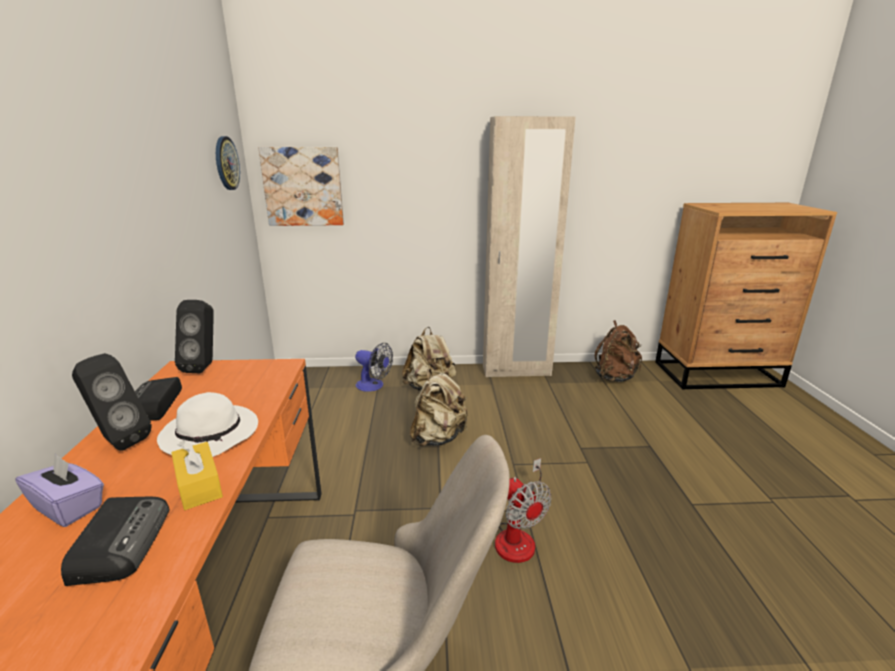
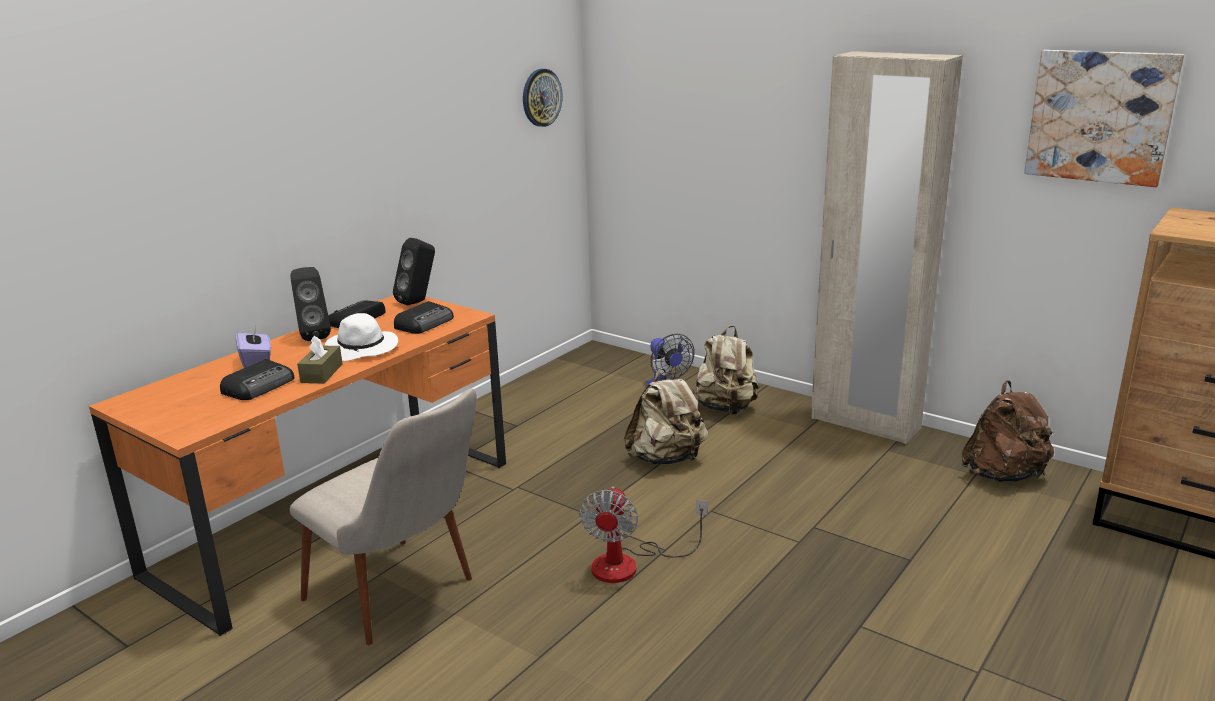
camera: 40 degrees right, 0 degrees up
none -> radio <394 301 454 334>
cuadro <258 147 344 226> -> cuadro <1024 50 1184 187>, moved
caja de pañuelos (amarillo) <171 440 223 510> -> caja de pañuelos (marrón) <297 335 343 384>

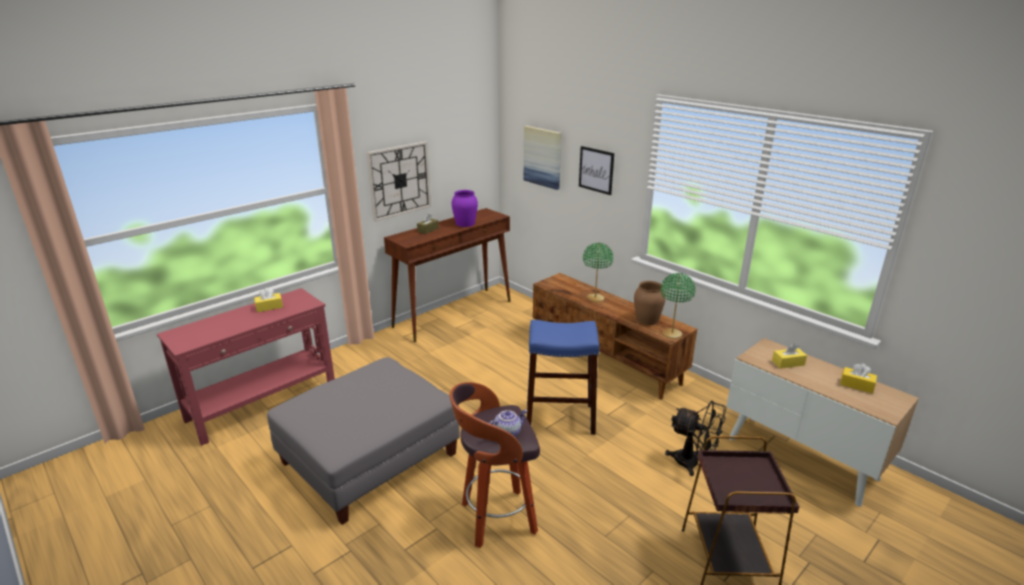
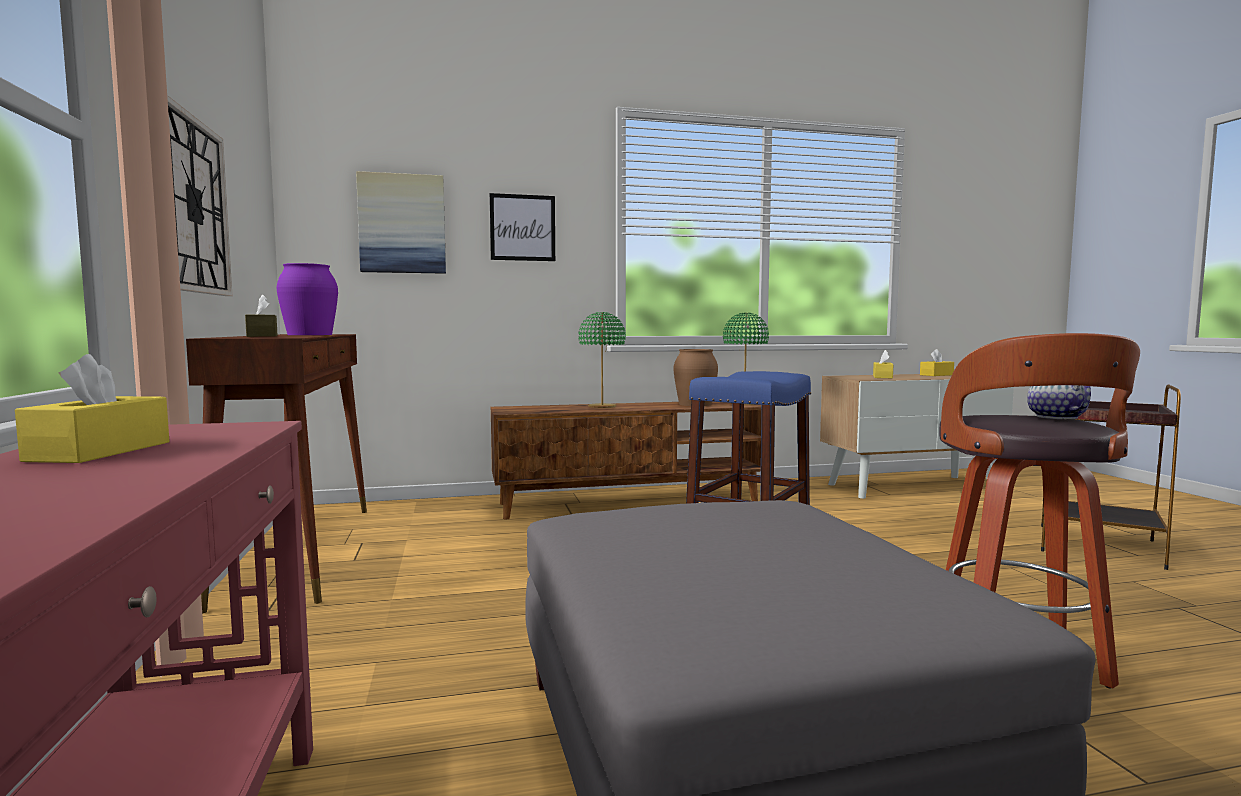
camera: 60 degrees left, 20 degrees down
ventilador (negro) <665 401 726 476> -> none

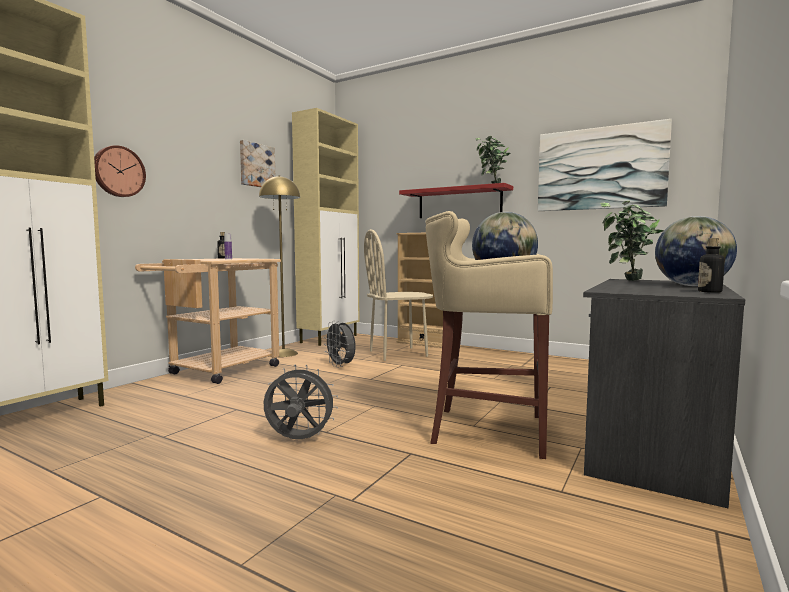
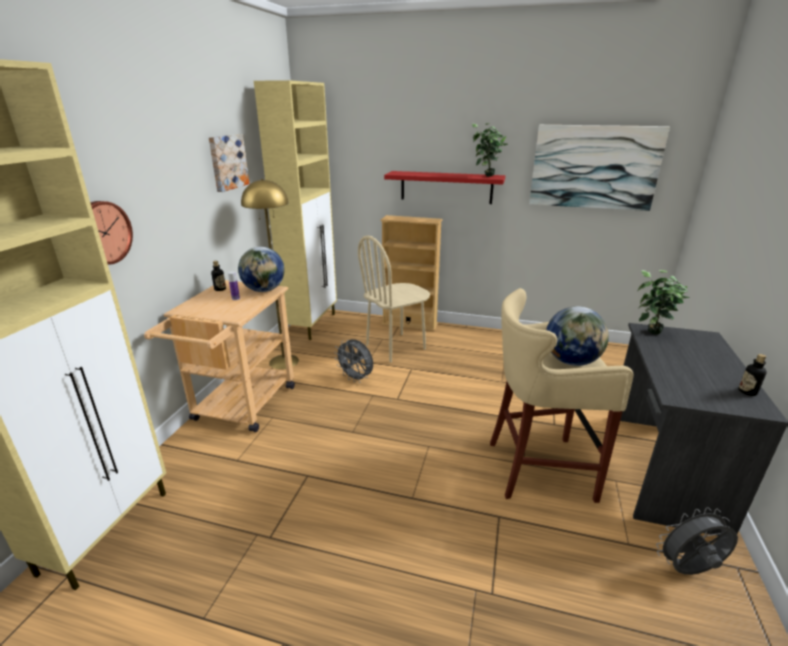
camera: 15 degrees left, 20 degrees up
ventilador (gris) <264 365 338 439> -> ventilador (gris) <656 507 738 575>, moved
globo terráqueo <655 216 737 286> -> globo terráqueo <238 247 285 292>, moved

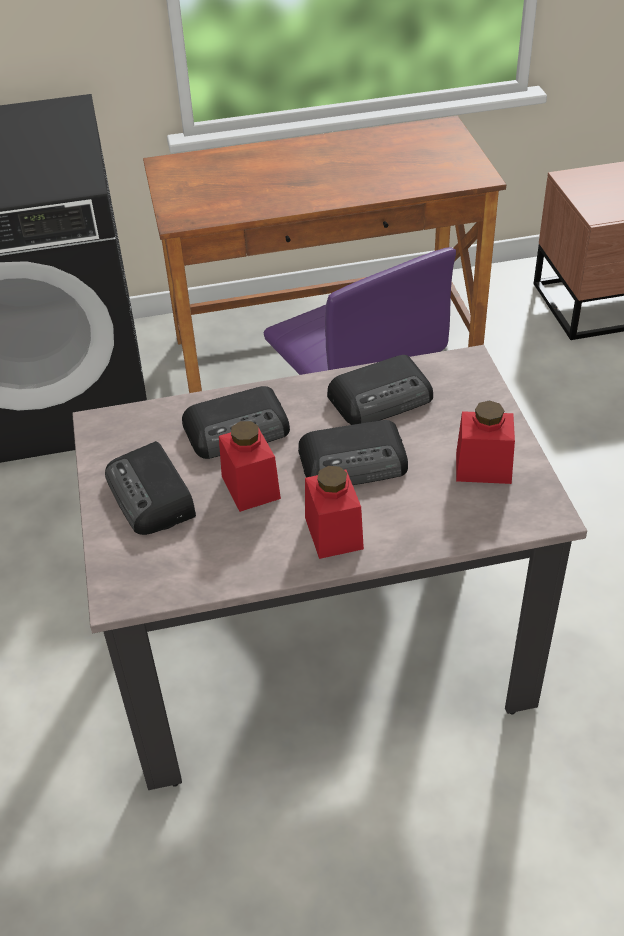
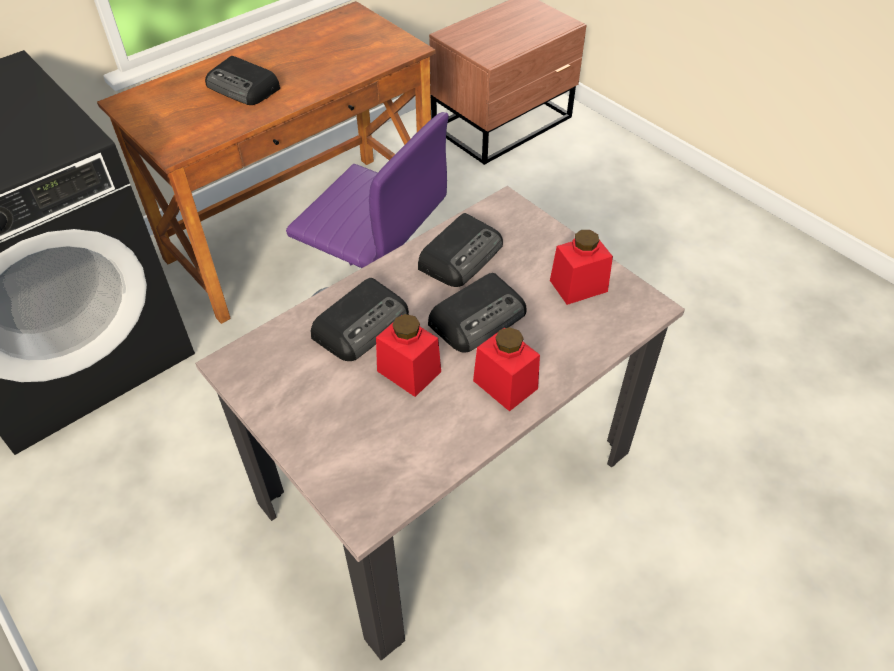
camera: 30 degrees left, 5 degrees up
radio <105 441 196 535> -> radio <205 56 280 105>, moved

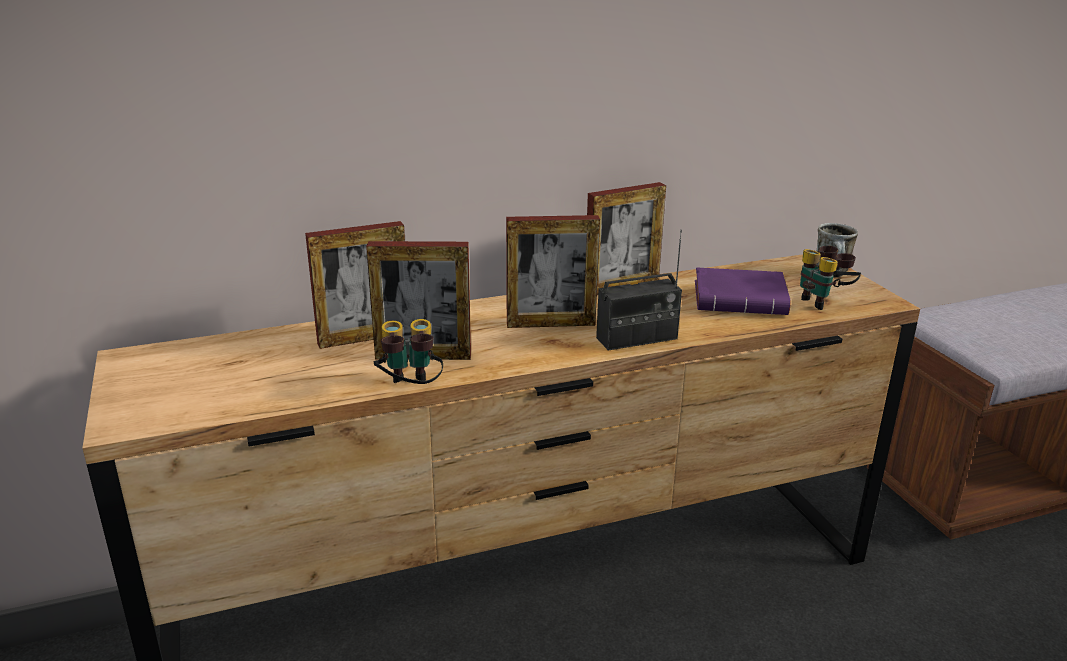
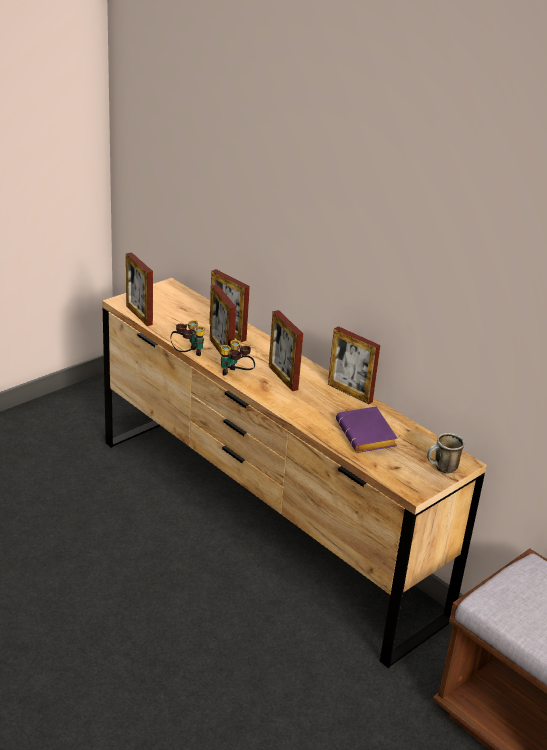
camera: 65 degrees right, 5 degrees up
radio <596 230 682 350> -> none
none -> portarretratos <126 252 153 326>
prismáticos <800 246 861 310> -> prismáticos <221 340 255 376>, moved

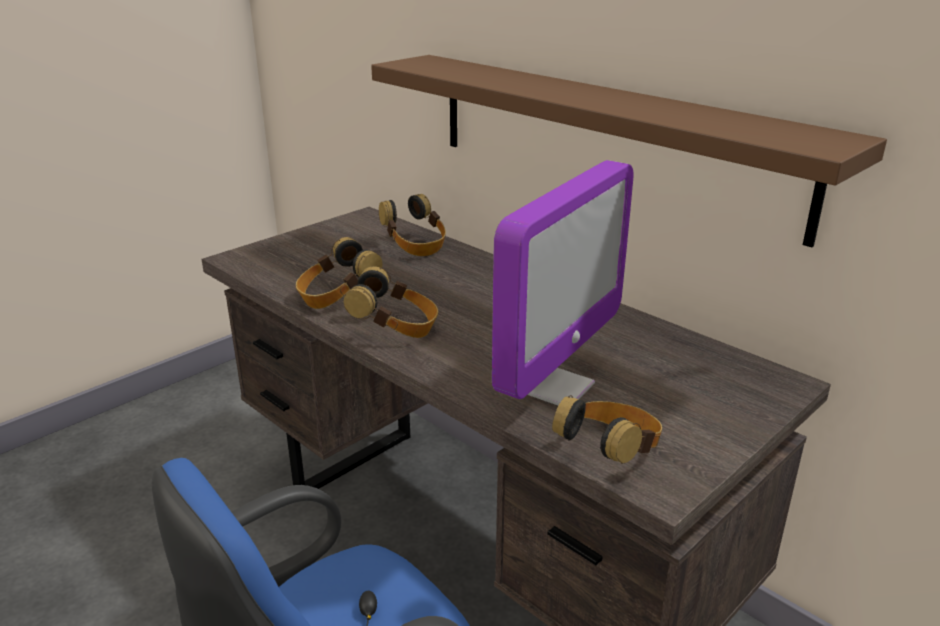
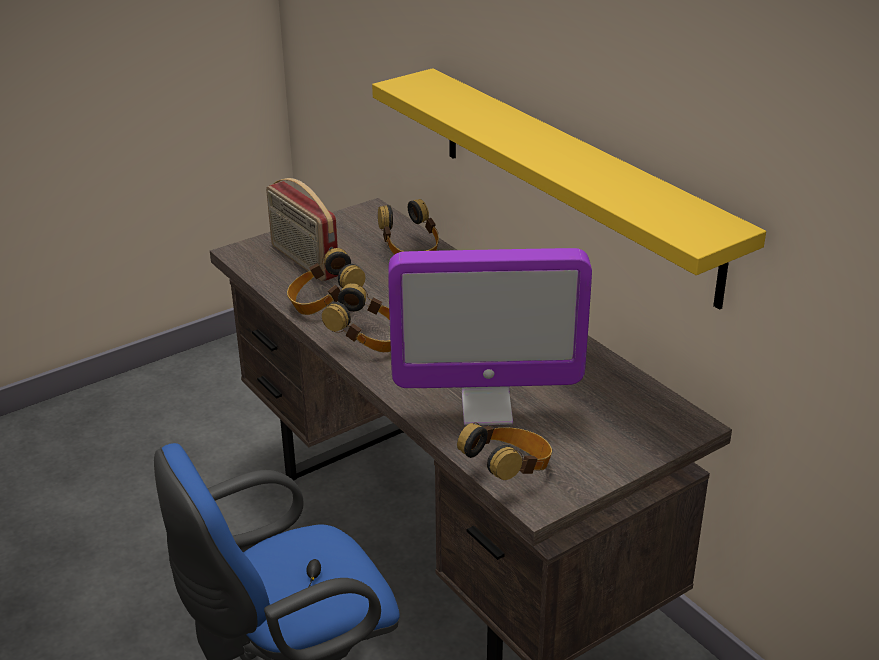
camera: 10 degrees right, 5 degrees up
none -> radio <266 178 338 281>
estante (marrón) <371 55 887 247> -> estante (amarillo) <372 68 766 310>
monitor <492 160 634 406> -> monitor <388 248 592 426>, 45 degrees clockwise

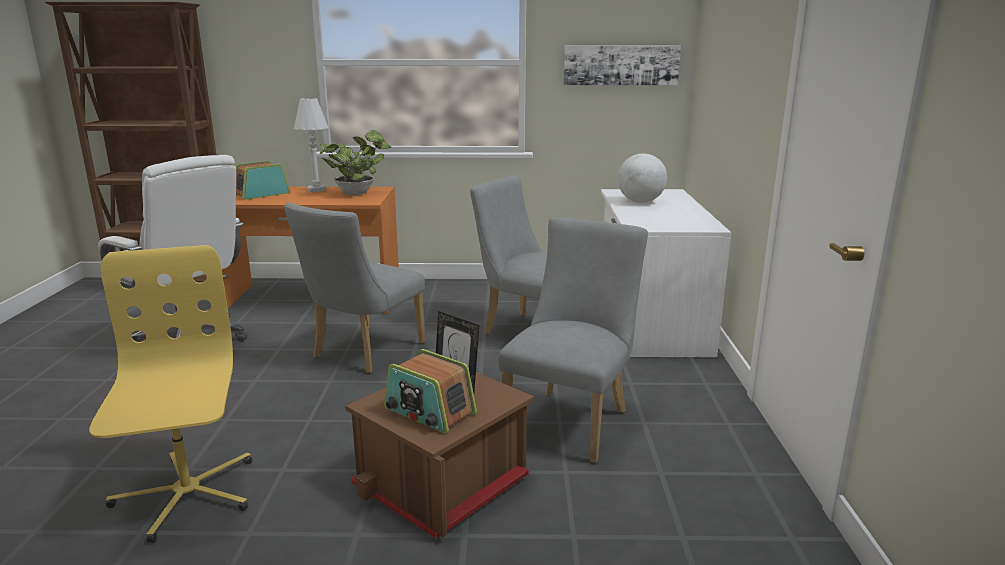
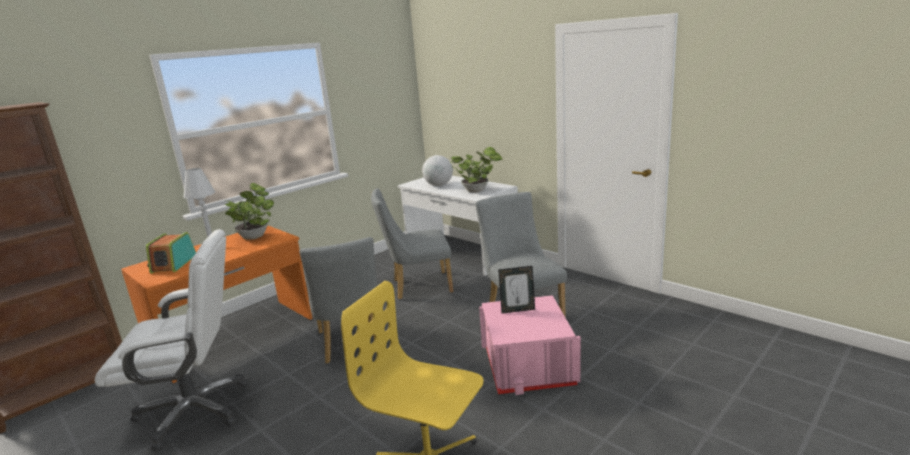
camera: 45 degrees left, 0 degrees up
radio <384 349 477 434> -> none
cuadro <563 45 681 85> -> none
none -> planta en maceta <450 147 502 193>
caja de almacenaje (marrón) <345 372 534 538> -> caja de almacenaje (rosa) <479 295 581 395>

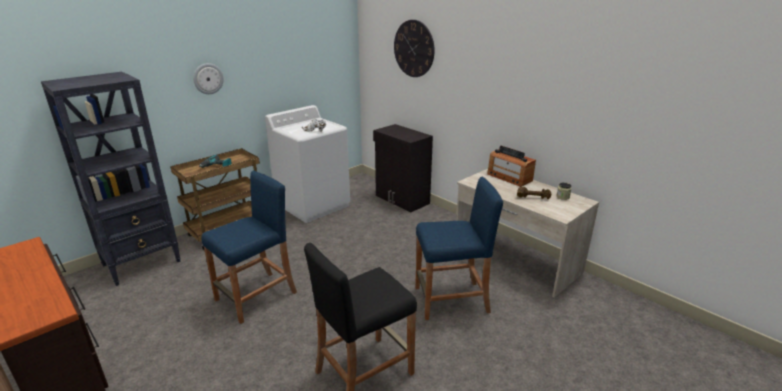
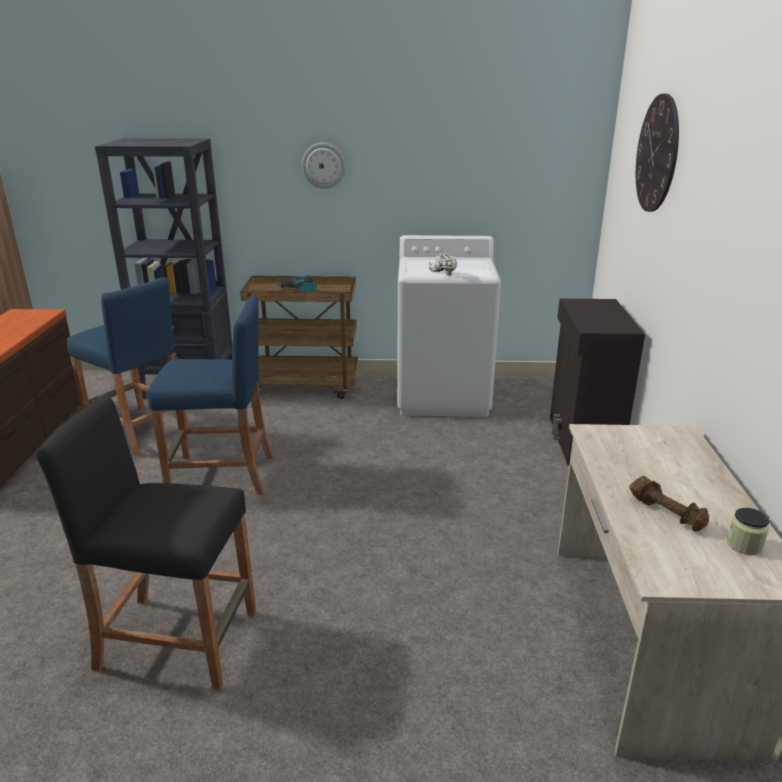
camera: 45 degrees right, 0 degrees up
radio <488 146 536 187> -> none
taburete (azul) <415 177 503 320> -> taburete (azul) <67 277 190 457>, moved

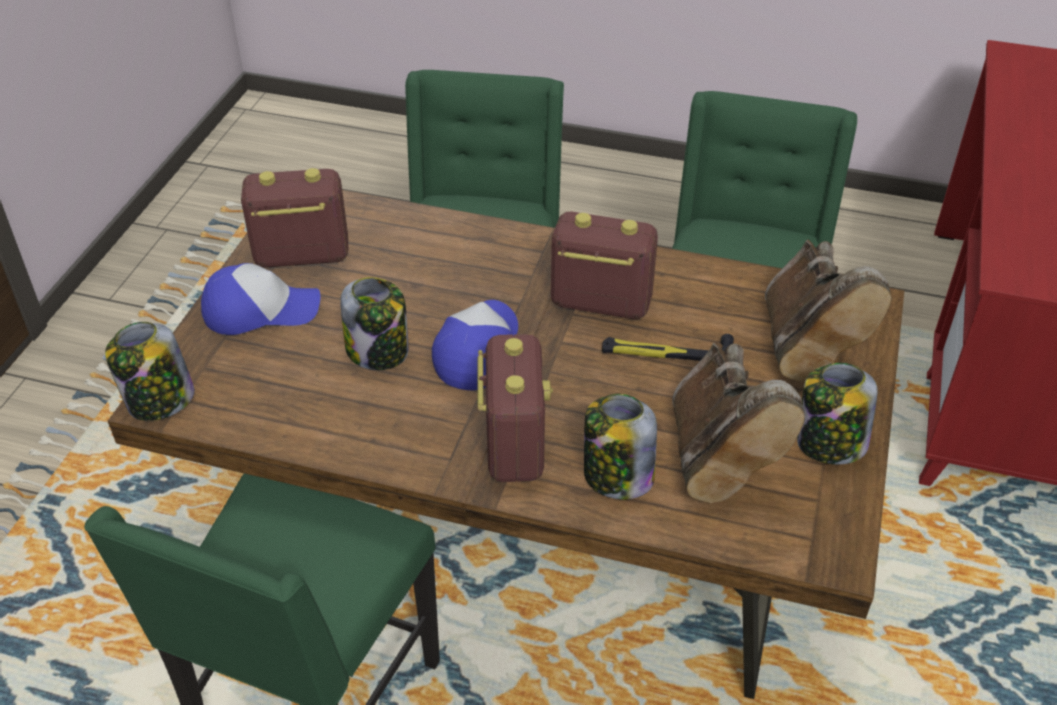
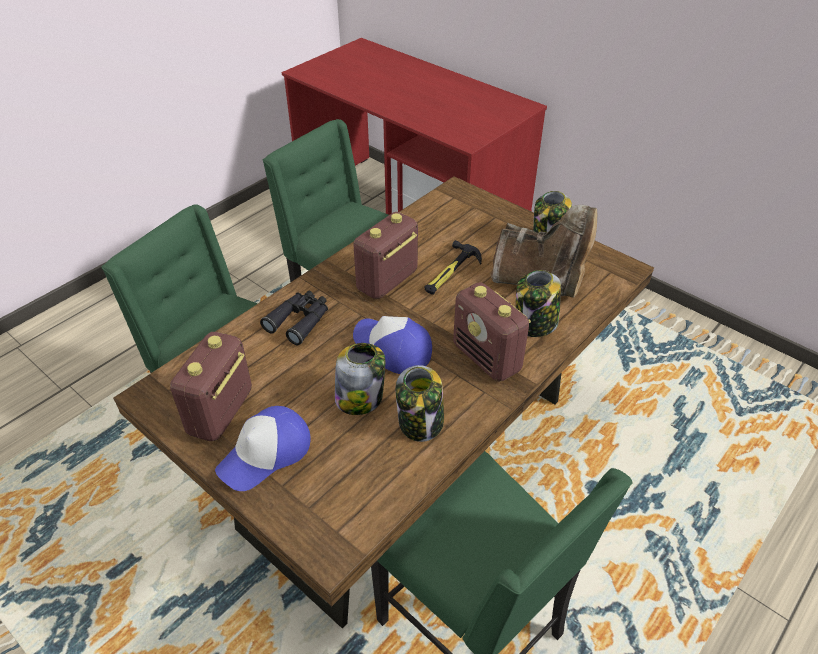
camera: 65 degrees left, 0 degrees up
bota (marrón) <765 240 892 381> -> none
none -> prismáticos (negro) <260 291 328 345>
tarro <105 322 195 421> -> tarro <396 365 444 442>, moved
gorra <201 263 320 335> -> gorra <215 406 310 491>, 150 degrees counterclockwise
radio <478 334 553 482> -> radio <453 282 531 381>, 150 degrees counterclockwise

